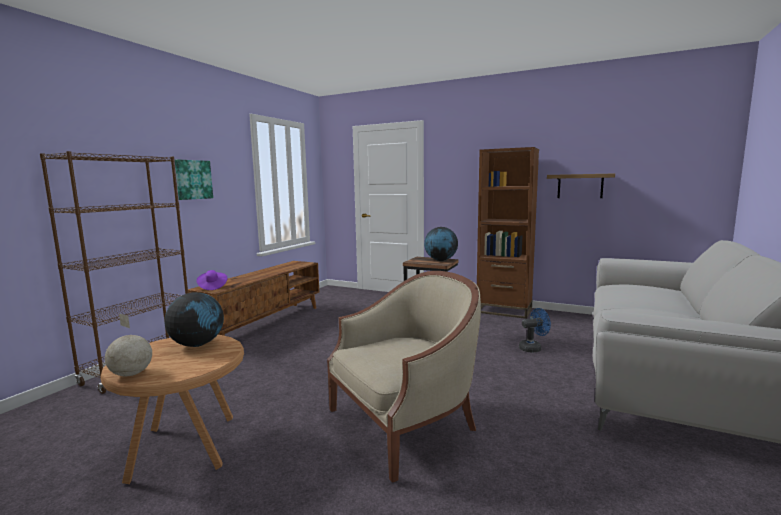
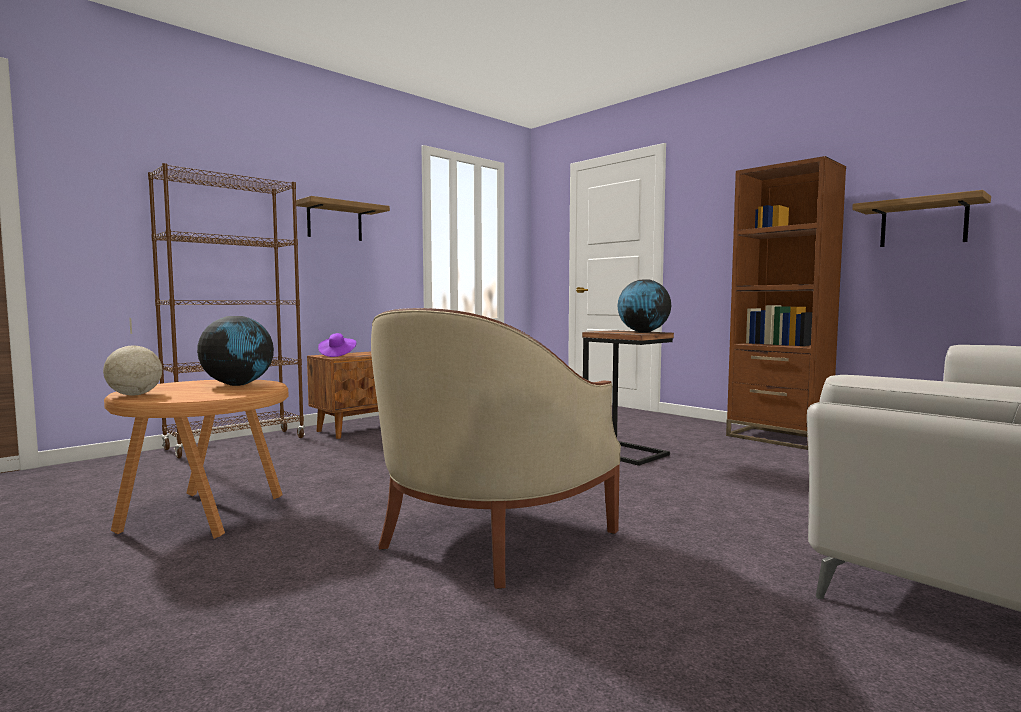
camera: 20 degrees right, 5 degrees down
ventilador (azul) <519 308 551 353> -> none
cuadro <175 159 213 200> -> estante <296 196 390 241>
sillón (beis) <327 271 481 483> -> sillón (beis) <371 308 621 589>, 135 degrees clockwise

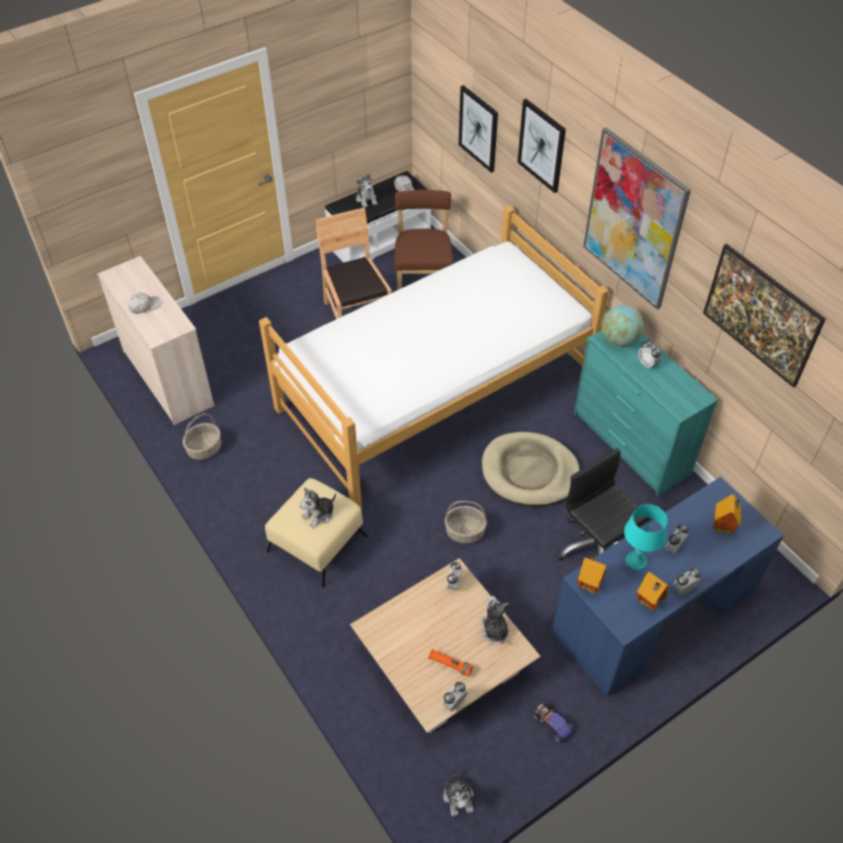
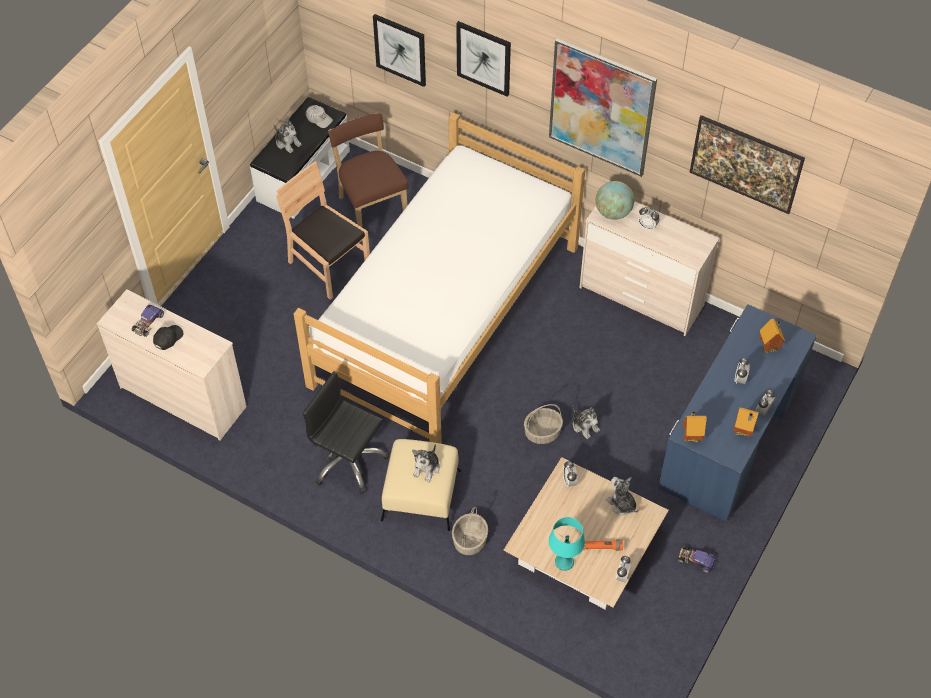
camera: 25 degrees left, 5 degrees up
cama para perro (beis) <482 432 580 506> -> none
none -> coche de juguete <132 305 164 337>
cesta <183 413 221 460> -> cesta <452 507 488 555>, moved
peluche <443 767 474 817> -> peluche <573 405 600 439>, moved
silla de oficina (negro) <557 448 650 561> -> silla de oficina (negro) <302 371 389 493>, moved
lámpara de mesa (turquesa) <624 504 667 571> -> lámpara de mesa (turquesa) <549 517 585 571>, moved
gorra (blanco) <128 292 161 314> -> gorra (negro) <153 325 184 350>
cómoda (turquesa) <574 330 718 496> -> cómoda (beis) <579 201 719 336>

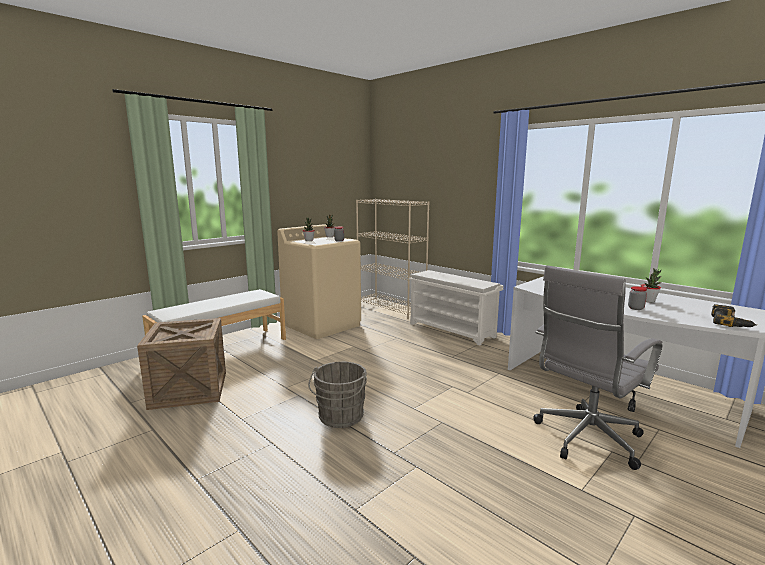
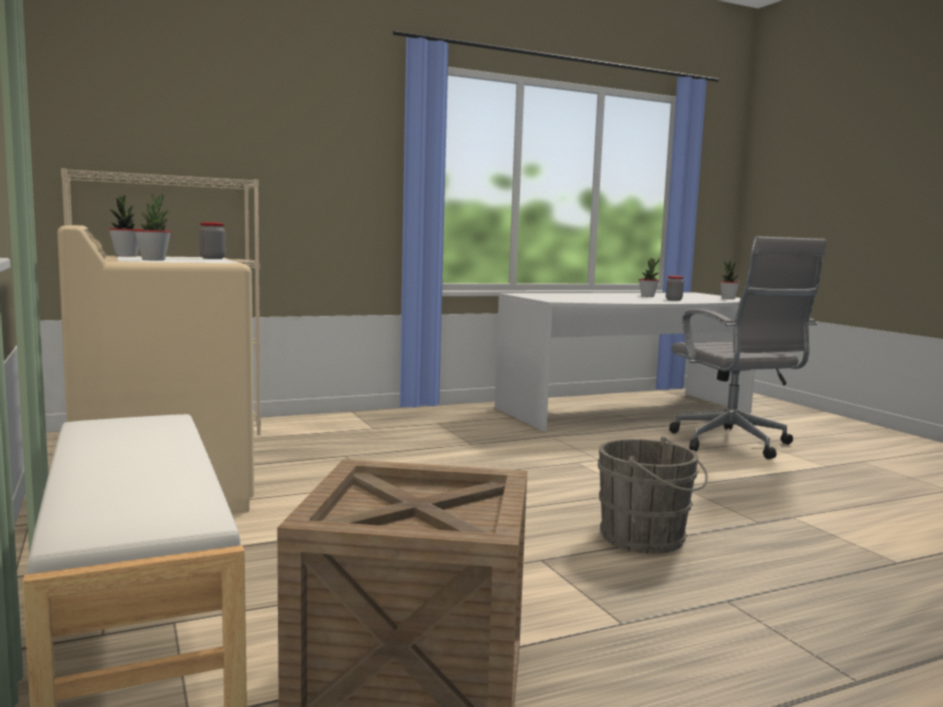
camera: 70 degrees left, 5 degrees down
zapatero (blanco) <408 270 504 345> -> none
taladro <711 304 757 327> -> planta en maceta <720 260 740 299>

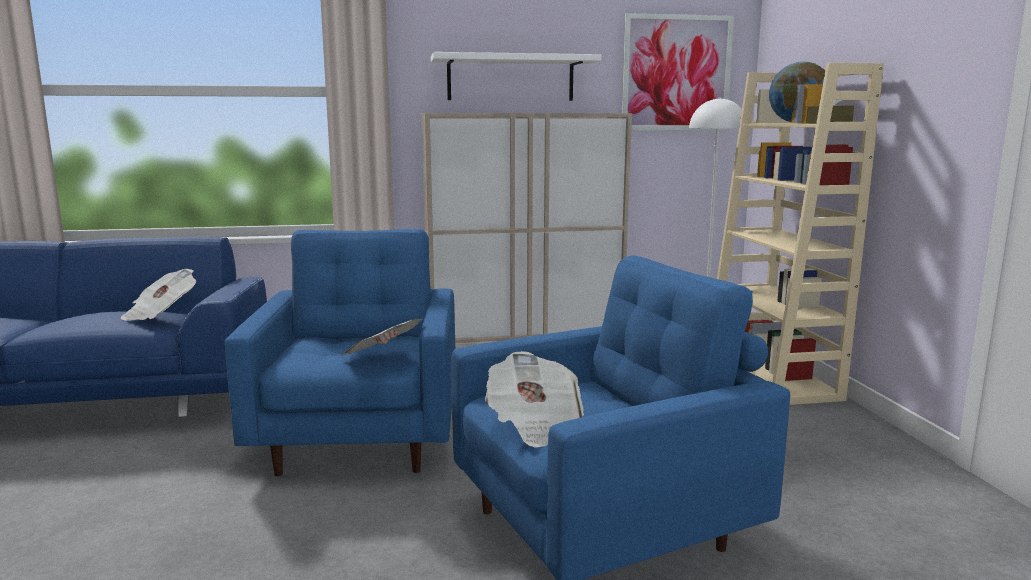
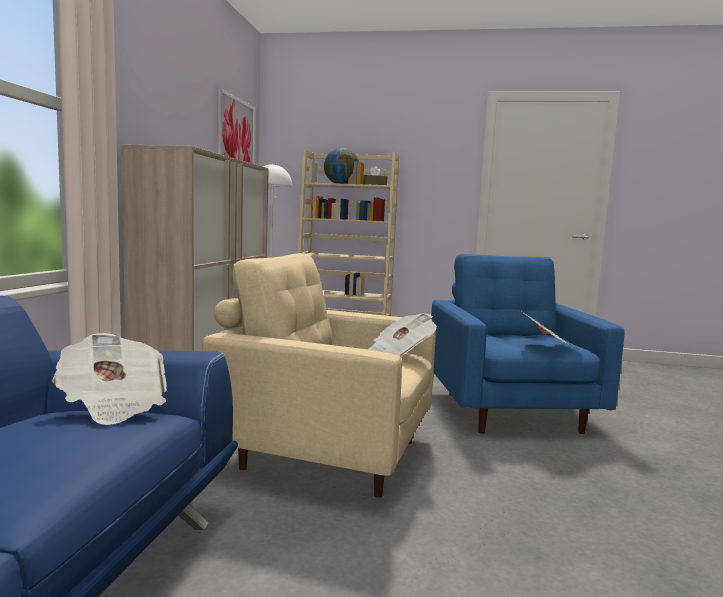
camera: 70 degrees left, 5 degrees down
estante (blanco) <431 52 602 101> -> none
sillón (azul) <225 229 455 476> -> sillón (beis) <202 253 436 498>

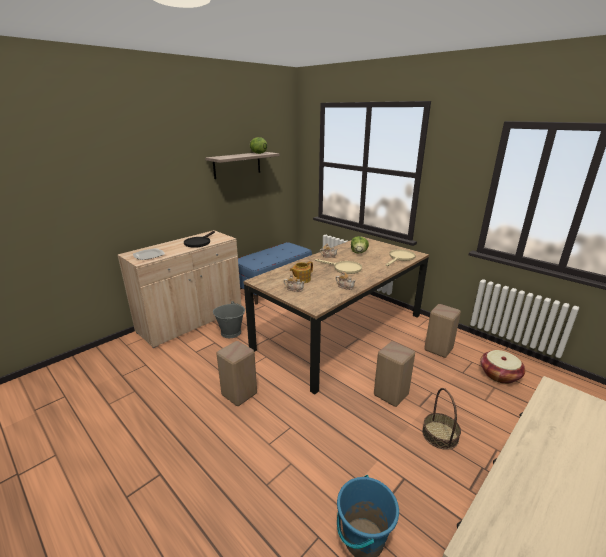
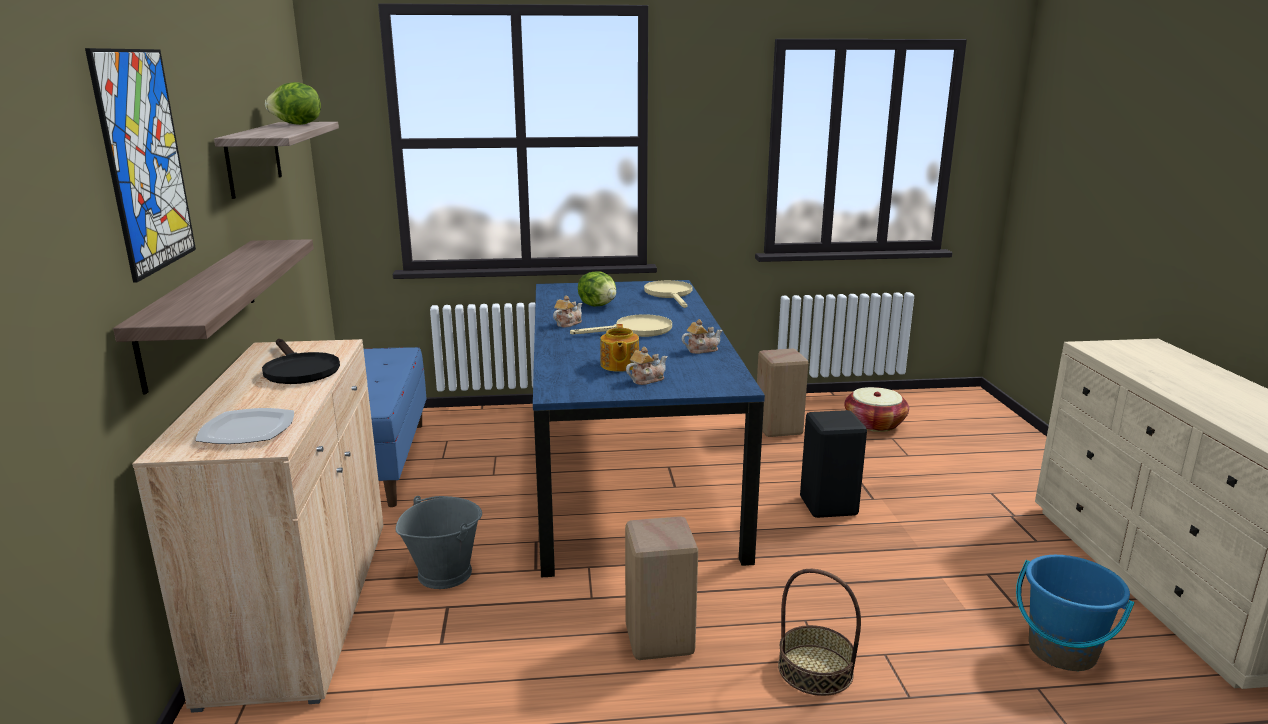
camera: 50 degrees left, 5 degrees down
none -> cuadro <85 48 196 282>
none -> estante <113 239 314 394>
cesta <422 388 461 450> -> cesta <778 569 861 696>, moved
mesa de comedor (marrón) <243 236 429 395> -> mesa de comedor (azul) <533 280 765 577>
taburete (beis) <374 341 415 407> -> taburete (negro) <800 410 867 518>

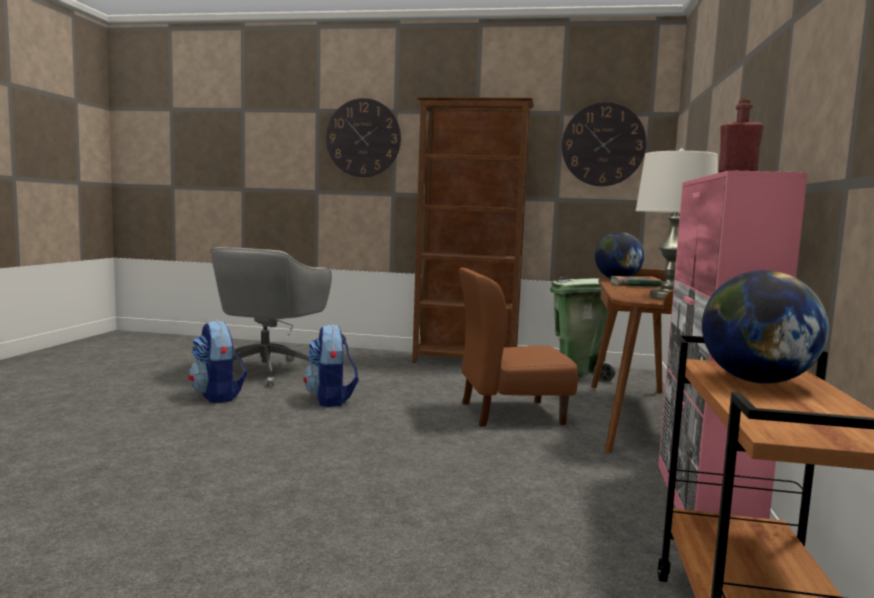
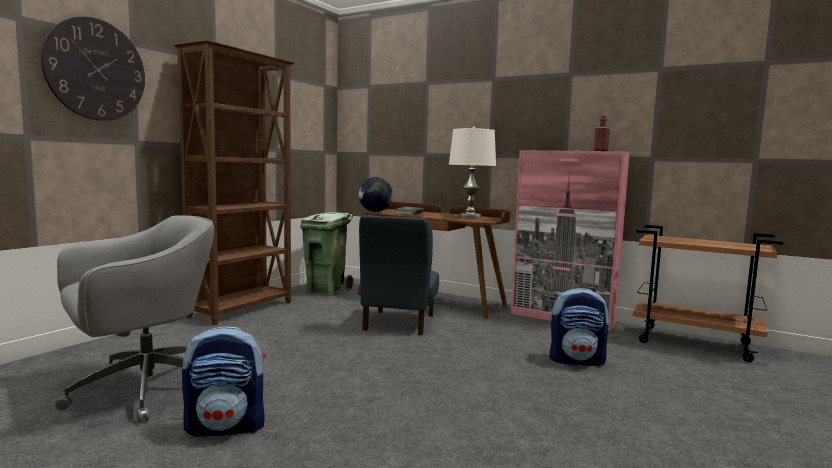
camera: 70 degrees left, 0 degrees up
reloj de pared <562 102 646 186> -> none
globo terráqueo <702 270 829 384> -> none
mochila <303 324 359 407> -> mochila <549 288 609 366>, moved
silla (marrón) <459 268 578 426> -> silla (azul) <359 216 439 335>
silla de oficina (gris) <210 247 332 386> -> silla de oficina (gris) <55 215 214 423>, 75 degrees counterclockwise

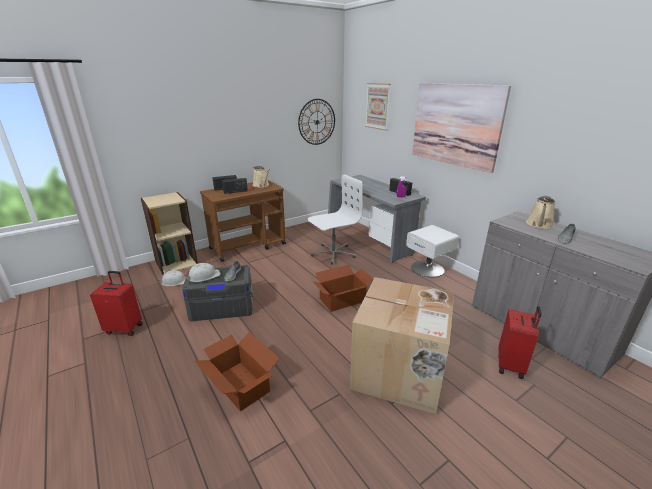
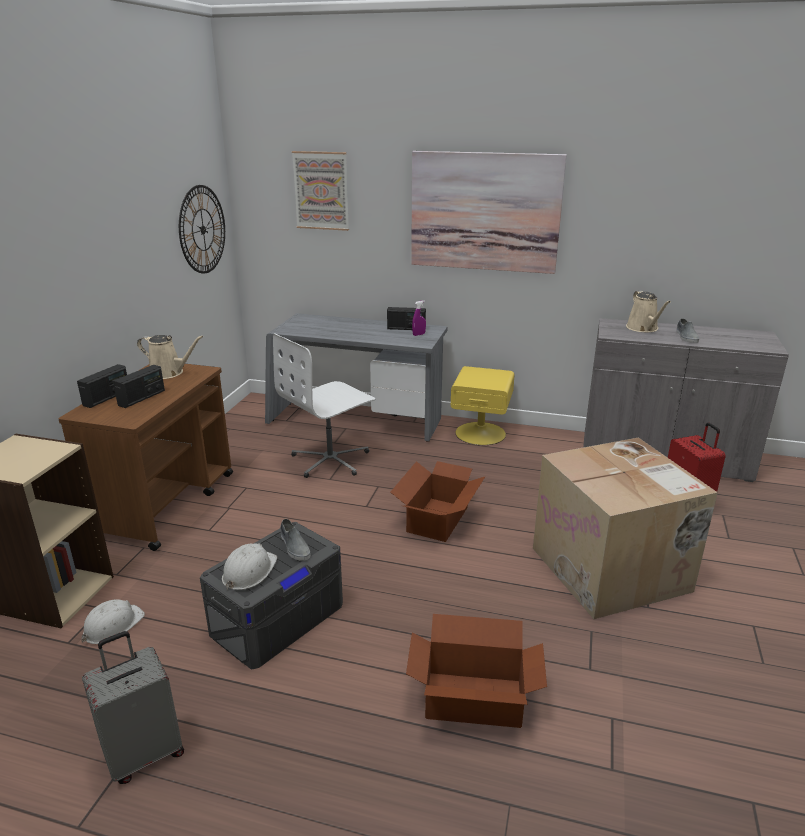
camera: 40 degrees left, 0 degrees up
maleta (rojo) <90 271 143 336> -> maleta (gris) <82 631 184 784>
mesita de noche (blanco) <406 225 459 277> -> mesita de noche (amarillo) <451 366 515 445>
silla de oficina (blanco) <307 174 363 265> -> silla de oficina (blanco) <273 333 375 478>, 150 degrees counterclockwise

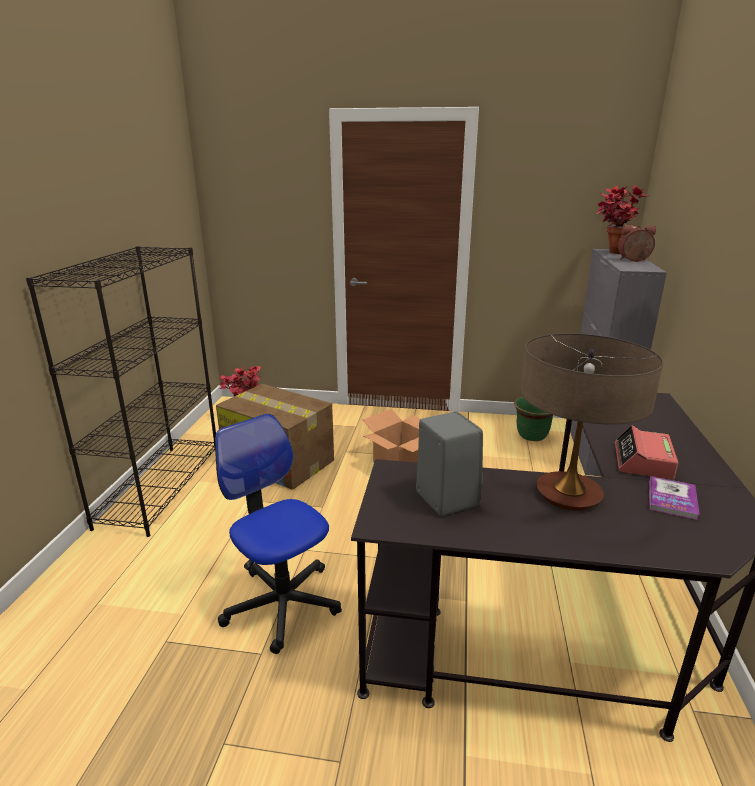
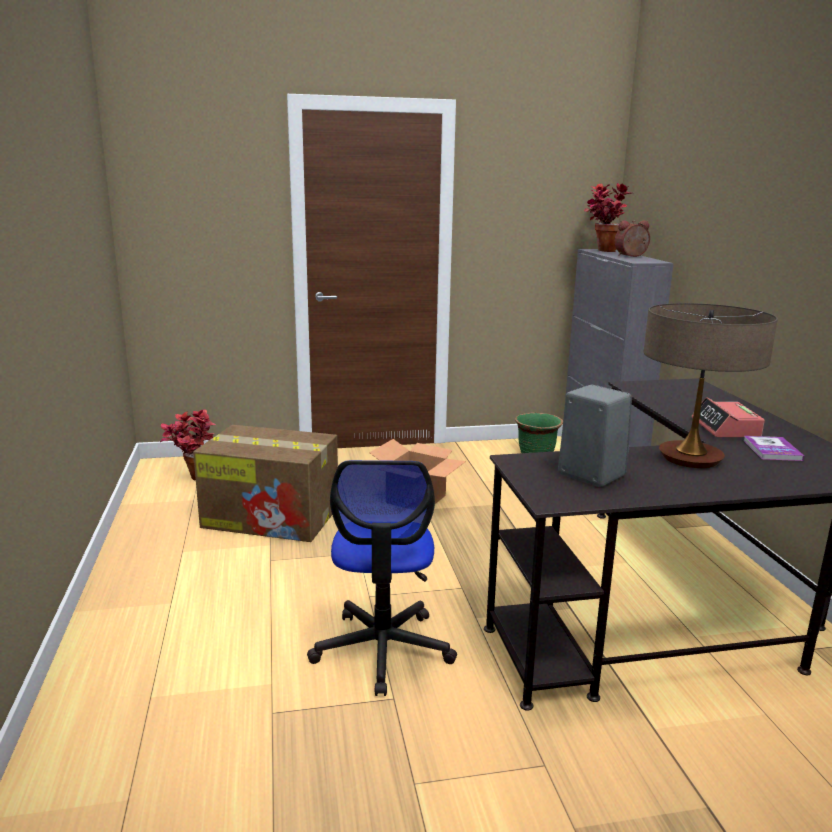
camera: 20 degrees left, 5 degrees down
estantería (negro) <26 246 216 537> -> none
silla de oficina <215 414 342 654> -> silla de oficina <307 460 457 696>, 120 degrees counterclockwise

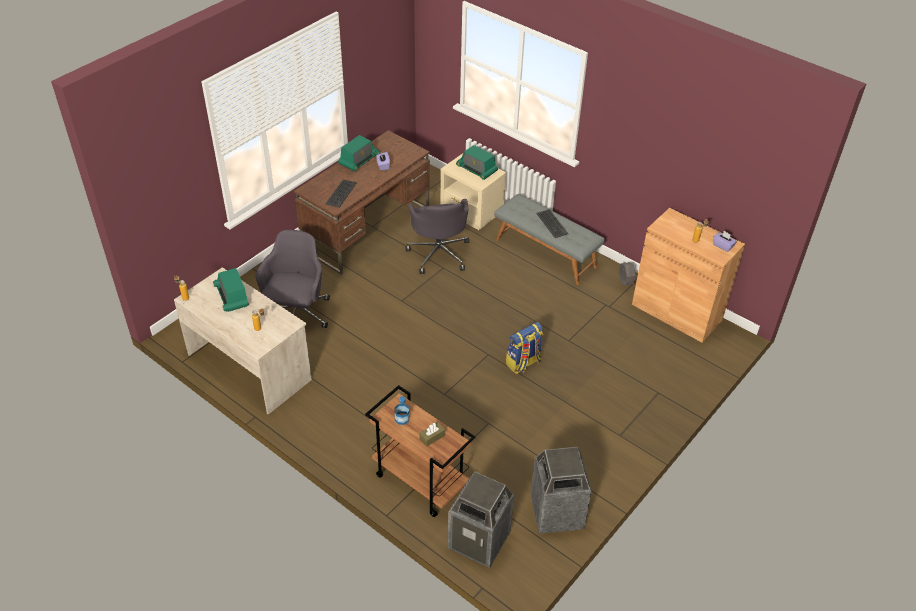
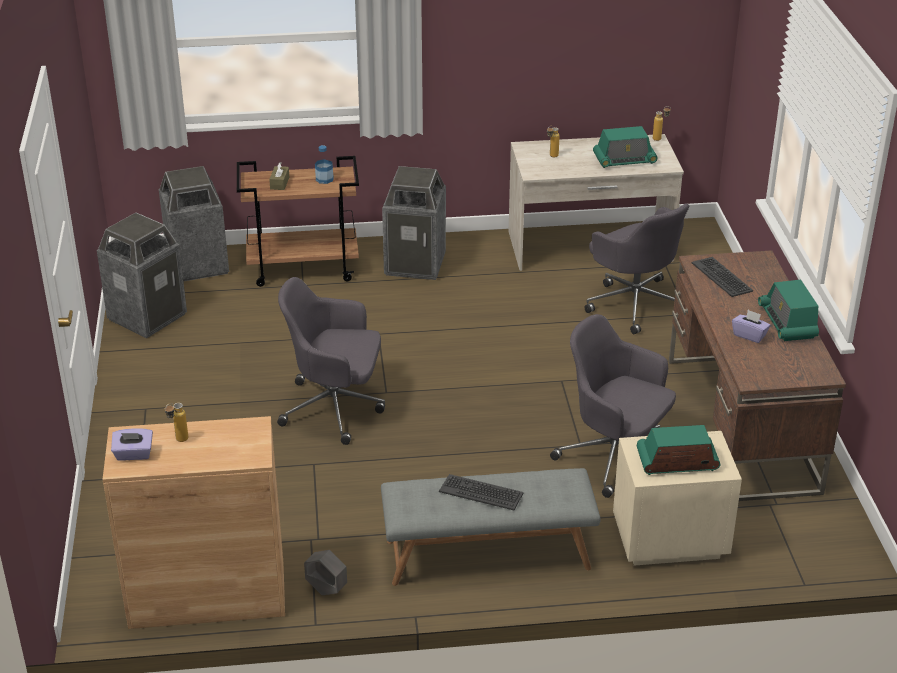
camera: 135 degrees right, 10 degrees down
none -> papelera <382 166 446 280>
mochila <506 322 543 374> -> silla de oficina (gris) <277 277 385 445>
radio <213 268 249 312> -> radio <593 126 657 168>, 150 degrees clockwise

